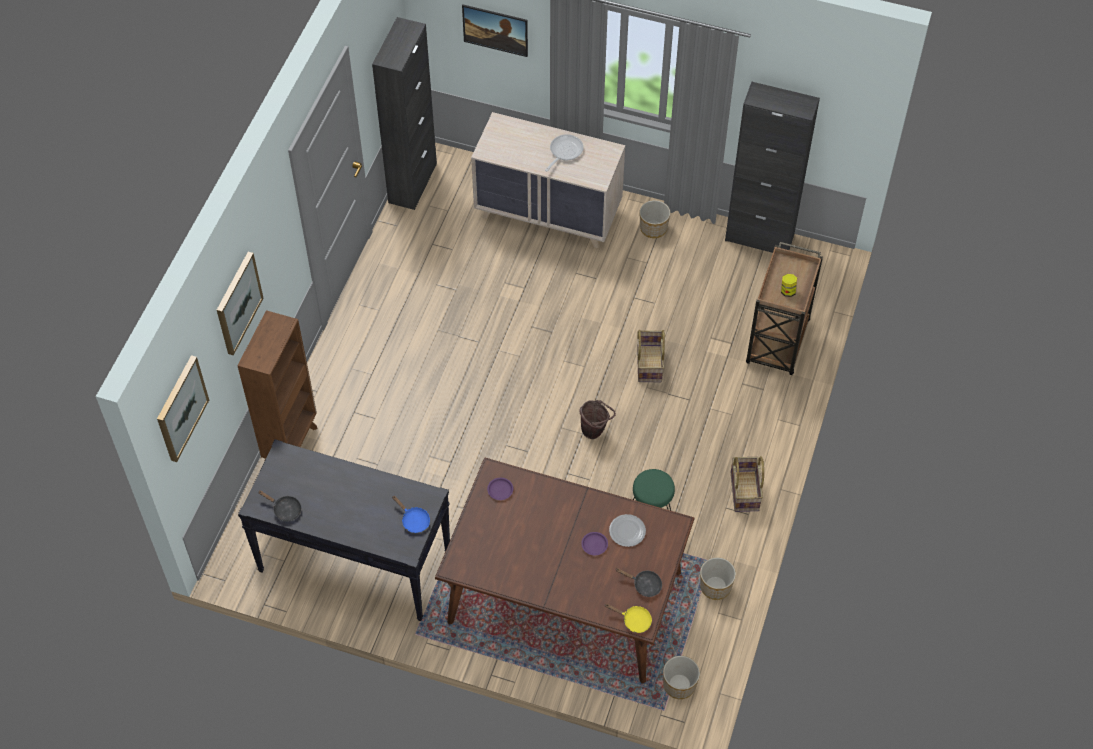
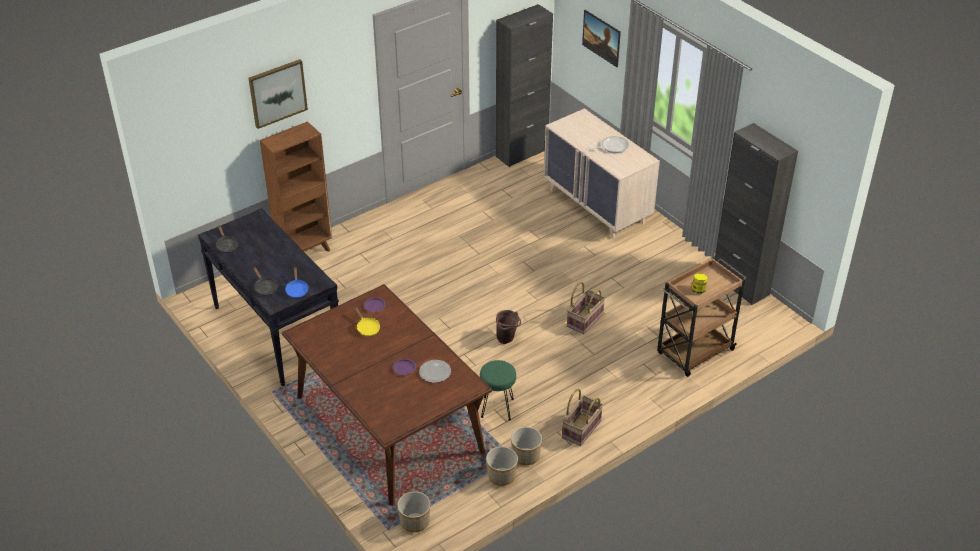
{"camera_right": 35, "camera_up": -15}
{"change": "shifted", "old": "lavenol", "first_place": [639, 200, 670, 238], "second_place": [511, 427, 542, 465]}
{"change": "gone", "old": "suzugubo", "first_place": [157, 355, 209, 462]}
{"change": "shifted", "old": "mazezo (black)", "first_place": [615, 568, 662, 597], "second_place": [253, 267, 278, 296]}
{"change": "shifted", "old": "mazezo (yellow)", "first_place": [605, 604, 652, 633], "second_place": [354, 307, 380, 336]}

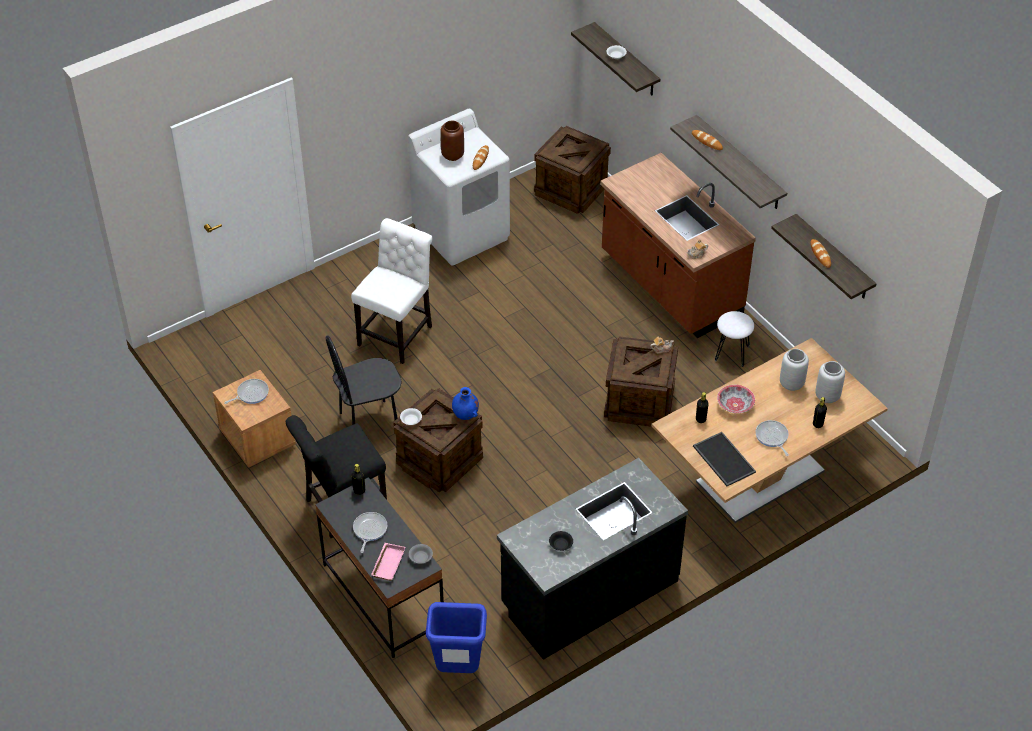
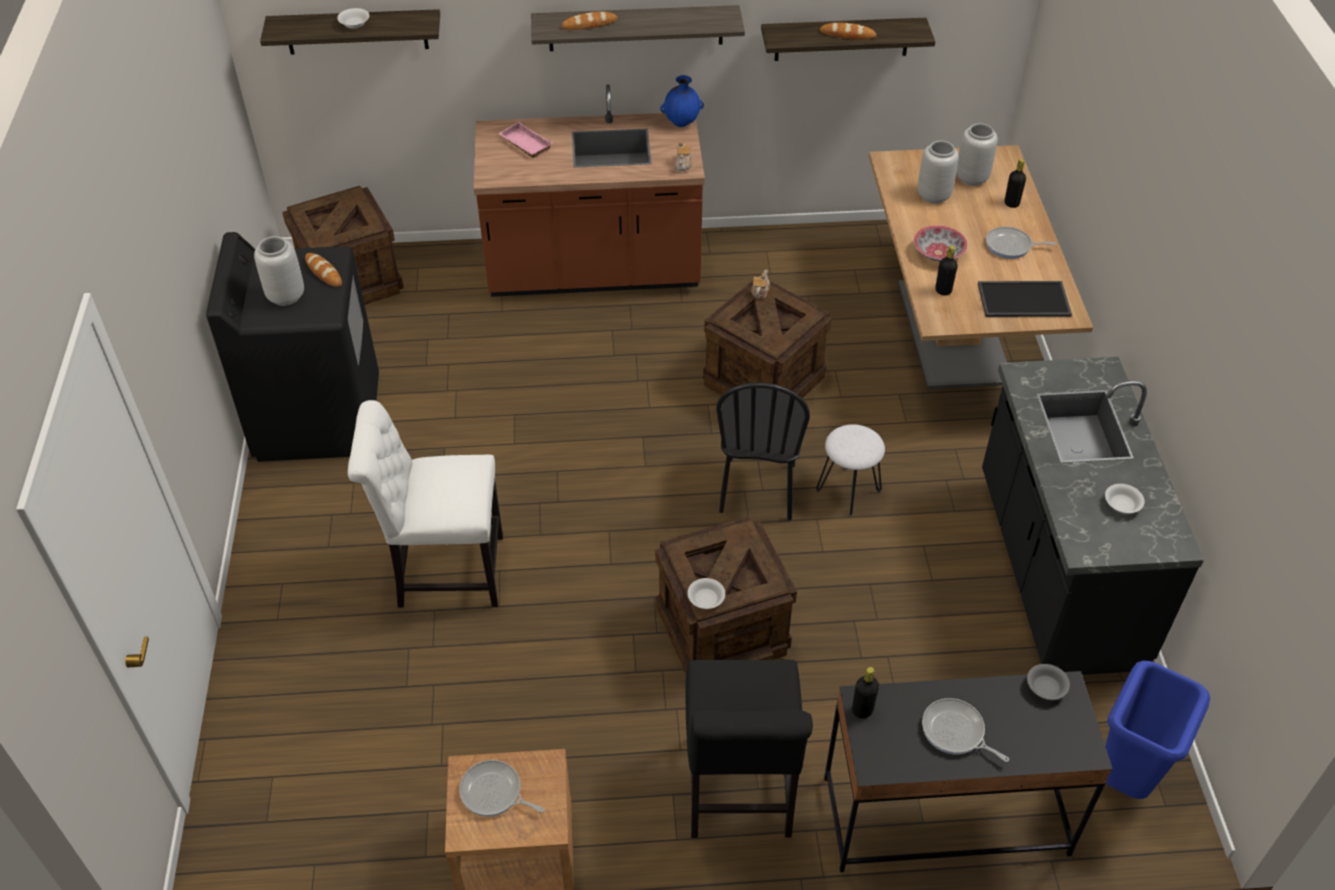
{"camera_right": -60, "camera_up": 0}
{"change": "repainted", "old": "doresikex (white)", "new": "doresikex (black)", "first_place": [408, 109, 510, 266], "second_place": [206, 232, 379, 462]}
{"change": "repainted", "old": "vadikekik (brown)", "new": "vadikekik (grey)", "first_place": [440, 121, 464, 161], "second_place": [254, 236, 304, 306]}
{"change": "rotated", "old": "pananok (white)", "first_place": [351, 218, 433, 364], "second_place": [348, 400, 503, 608], "degrees": -60}
{"change": "shifted", "old": "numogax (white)", "first_place": [715, 311, 754, 367], "second_place": [816, 424, 885, 516]}
{"change": "shifted", "old": "pananok (black)", "first_place": [326, 335, 402, 425], "second_place": [716, 382, 810, 520]}
{"change": "rotated", "old": "mazezo", "first_place": [224, 379, 269, 404], "second_place": [459, 760, 544, 817], "degrees": -60}
{"change": "shifted", "old": "vadikekik (blue)", "first_place": [452, 387, 479, 420], "second_place": [660, 75, 704, 127]}
{"change": "repainted", "old": "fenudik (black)", "new": "fenudik (white)", "first_place": [549, 531, 573, 551], "second_place": [1105, 484, 1144, 513]}
{"change": "shifted", "old": "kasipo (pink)", "first_place": [371, 543, 405, 581], "second_place": [498, 122, 553, 158]}

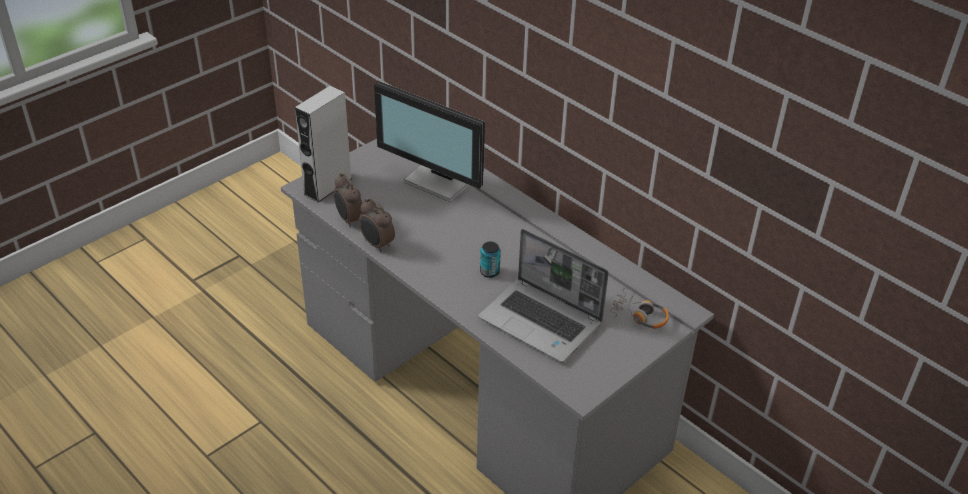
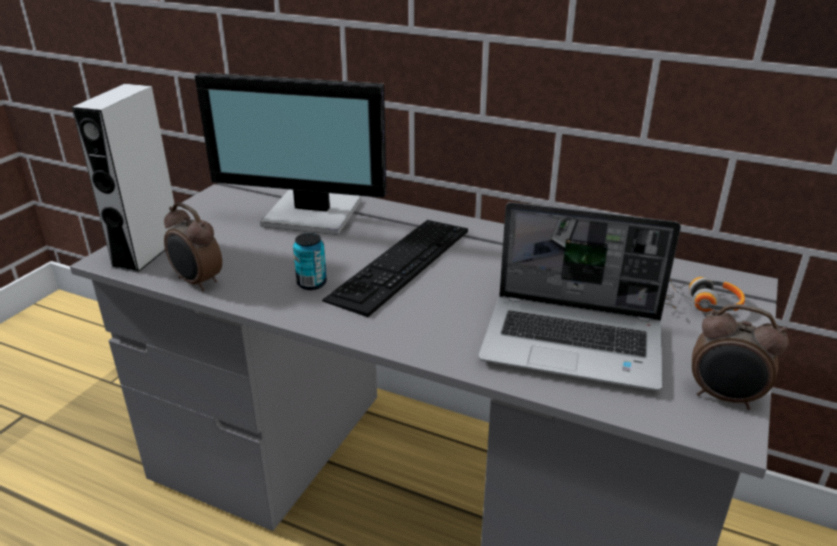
{"camera_right": -20, "camera_up": -10}
{"change": "shifted", "old": "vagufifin", "first_place": [359, 198, 395, 253], "second_place": [692, 304, 789, 410]}
{"change": "shifted", "old": "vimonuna", "first_place": [480, 241, 501, 278], "second_place": [293, 233, 327, 290]}
{"change": "new", "new": "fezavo", "second_place": [322, 220, 468, 317]}

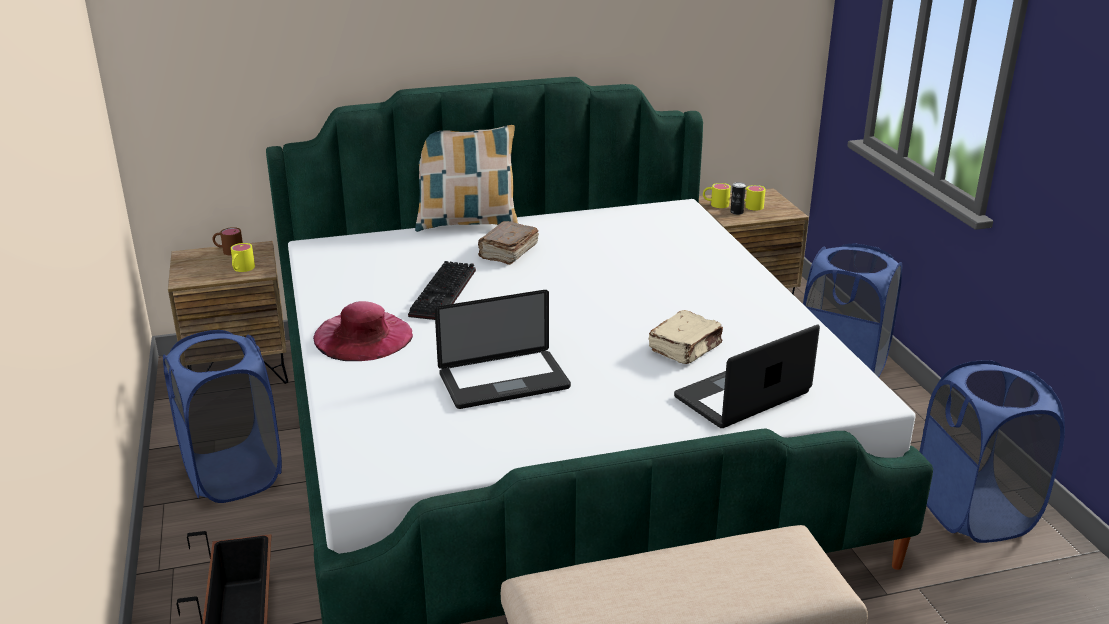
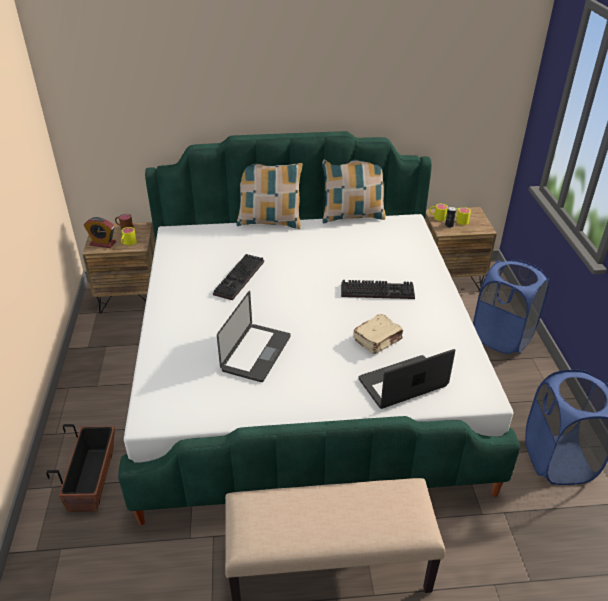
{"camera_right": 10, "camera_up": 10}
{"change": "gone", "old": "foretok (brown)", "first_place": [478, 221, 539, 265]}
{"change": "rotated", "old": "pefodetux", "first_place": [435, 290, 571, 409], "second_place": [217, 291, 291, 382], "degrees": -60}
{"change": "gone", "old": "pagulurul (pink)", "first_place": [313, 301, 413, 361]}
{"change": "gone", "old": "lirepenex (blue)", "first_place": [163, 330, 282, 503]}
{"change": "new", "new": "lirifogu", "second_place": [322, 159, 386, 223]}
{"change": "new", "new": "vagufifin", "second_place": [84, 217, 116, 248]}
{"change": "new", "new": "fezavo", "second_place": [341, 280, 415, 299]}

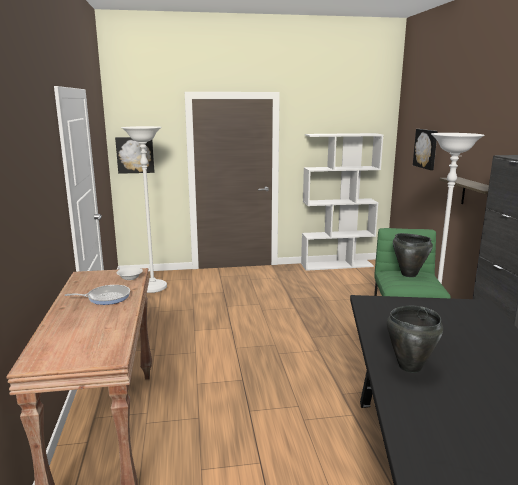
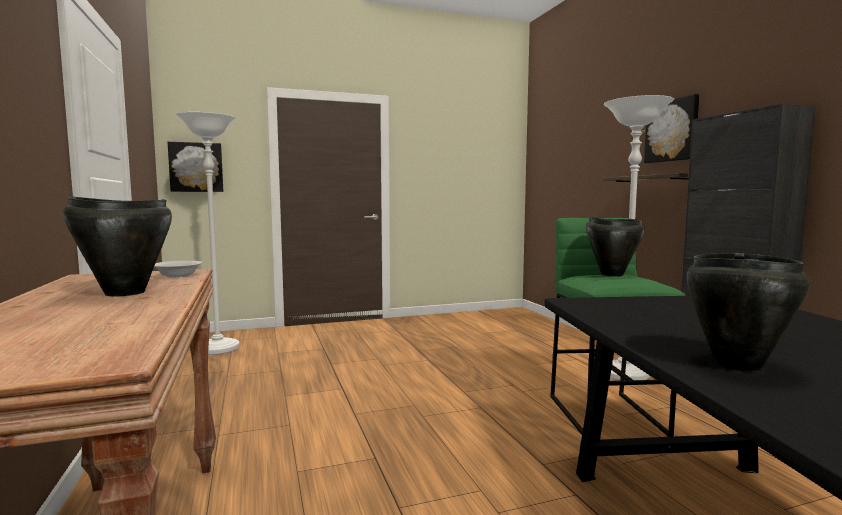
{"camera_right": -10, "camera_up": -10}
{"change": "shifted", "old": "suzugubo", "first_place": [413, 129, 438, 170], "second_place": [644, 94, 699, 163]}
{"change": "gone", "old": "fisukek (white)", "first_place": [301, 133, 384, 271]}
{"change": "swapped", "old": "mazezo", "new": "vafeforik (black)", "first_place": [65, 285, 130, 305], "second_place": [63, 196, 172, 296]}

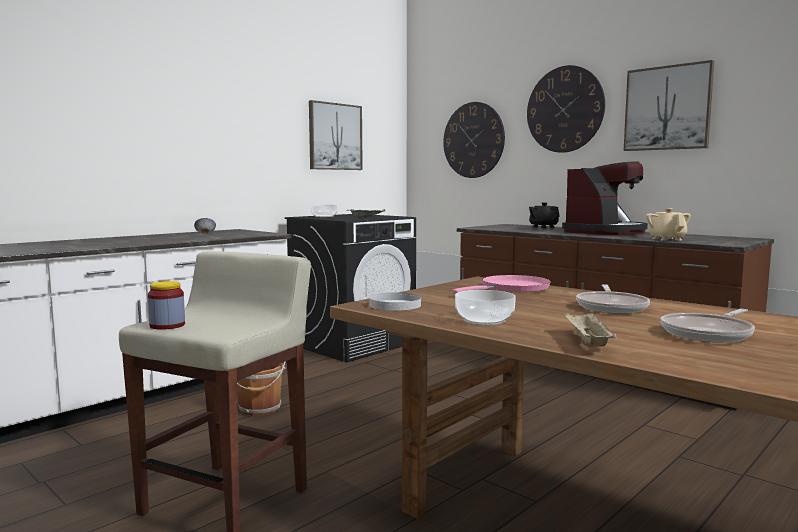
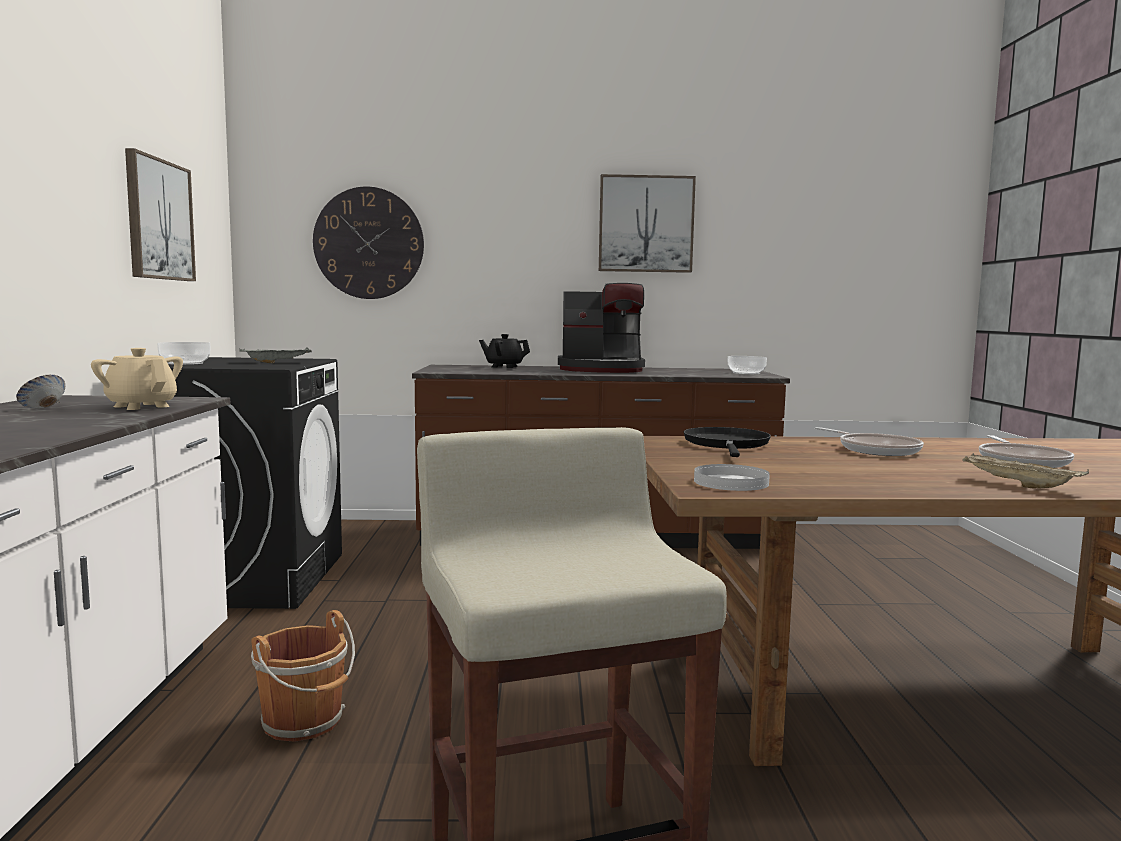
{"camera_right": -45, "camera_up": 0}
{"change": "gone", "old": "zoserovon", "first_place": [527, 65, 605, 153]}
{"change": "rotated", "old": "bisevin", "first_place": [562, 161, 648, 235], "second_place": [558, 283, 645, 373], "degrees": 90}
{"change": "shifted", "old": "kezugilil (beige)", "first_place": [646, 208, 691, 241], "second_place": [91, 348, 183, 410]}
{"change": "repainted", "old": "mazezo (pink)", "new": "mazezo (black)", "first_place": [452, 275, 551, 293], "second_place": [684, 427, 771, 457]}
{"change": "gone", "old": "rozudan", "first_place": [148, 281, 185, 330]}
{"change": "shifted", "old": "fenudik", "first_place": [455, 290, 516, 325], "second_place": [728, 356, 767, 374]}

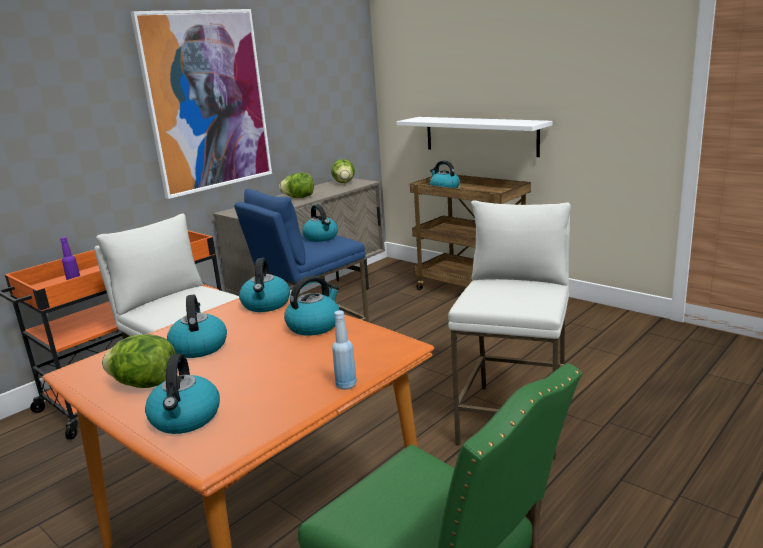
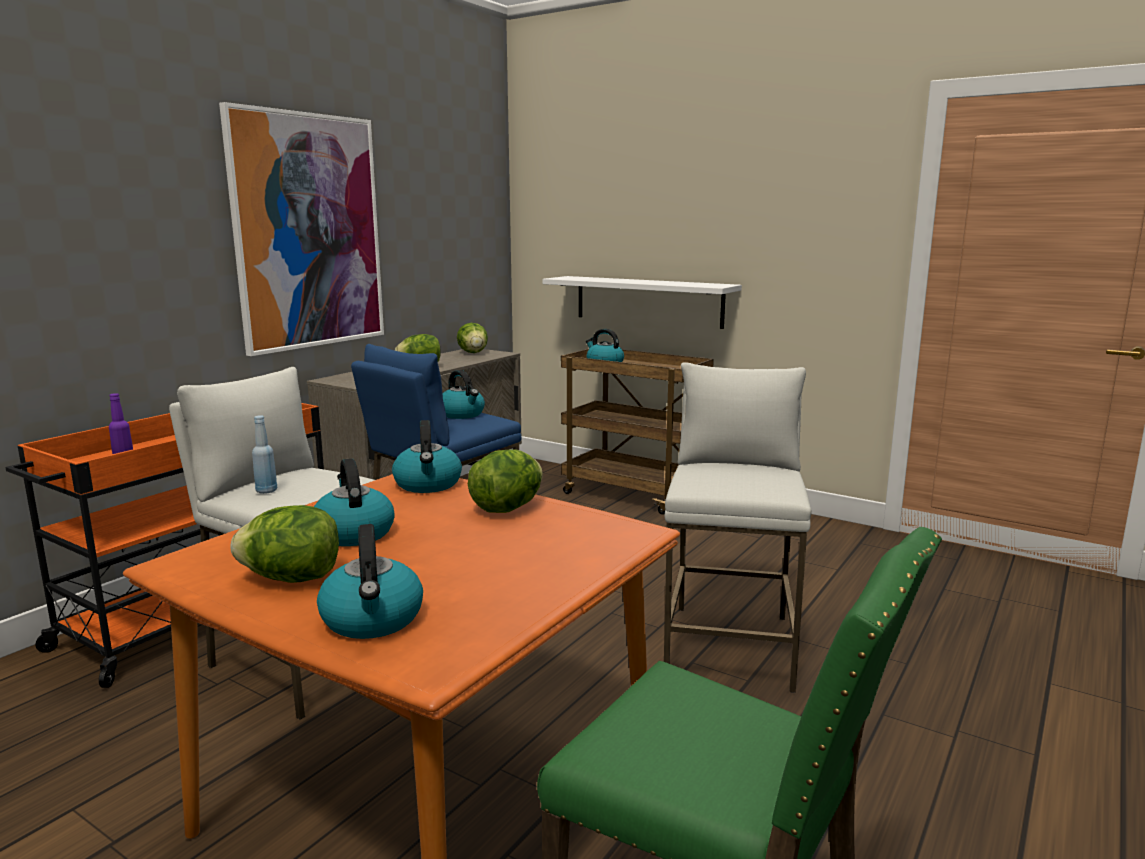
{"camera_right": -10, "camera_up": -5}
{"change": "swapped", "old": "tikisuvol", "new": "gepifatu", "first_place": [284, 275, 340, 336], "second_place": [468, 449, 543, 513]}
{"change": "shifted", "old": "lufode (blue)", "first_place": [332, 310, 357, 390], "second_place": [252, 415, 277, 494]}

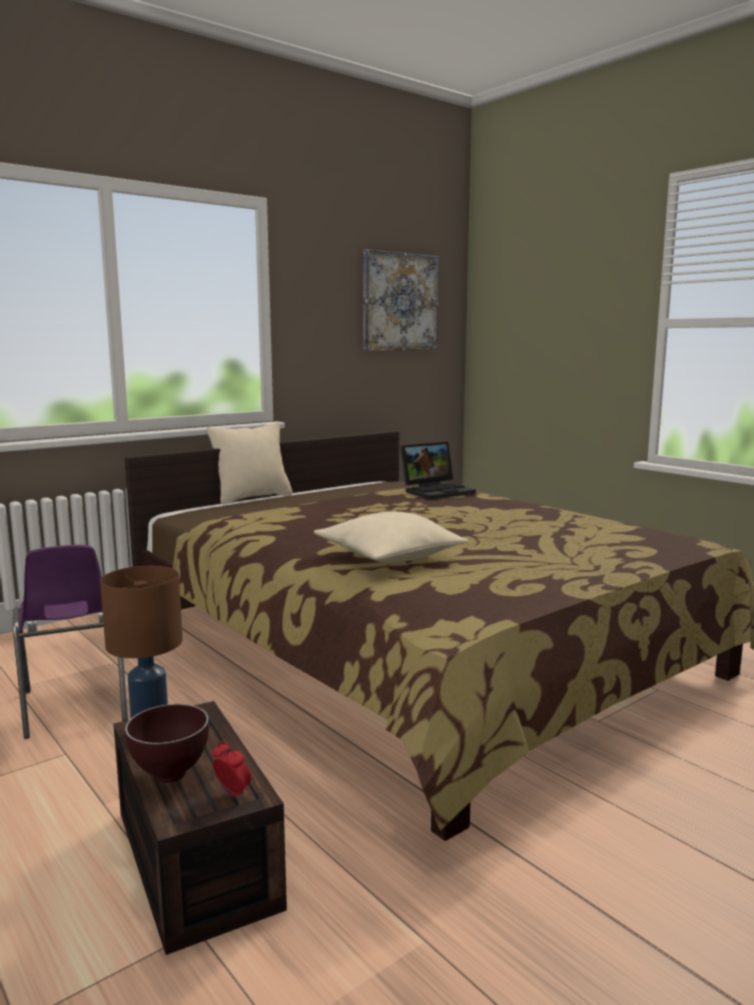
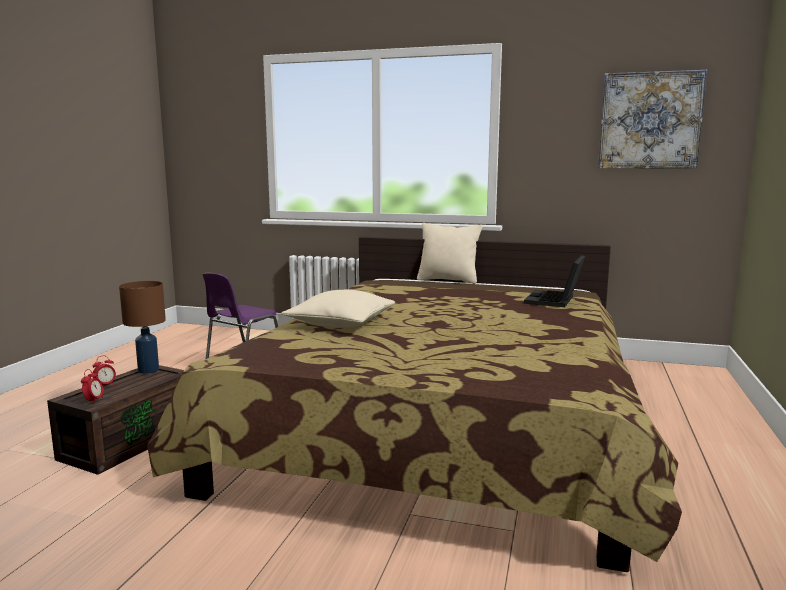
{"camera_right": 55, "camera_up": 0}
{"change": "rotated", "old": "pefodetux", "first_place": [400, 442, 476, 500], "second_place": [524, 255, 586, 307], "degrees": 90}
{"change": "swapped", "old": "fenudik (brown)", "new": "vagufifin", "first_place": [125, 704, 209, 783], "second_place": [92, 356, 116, 386]}

